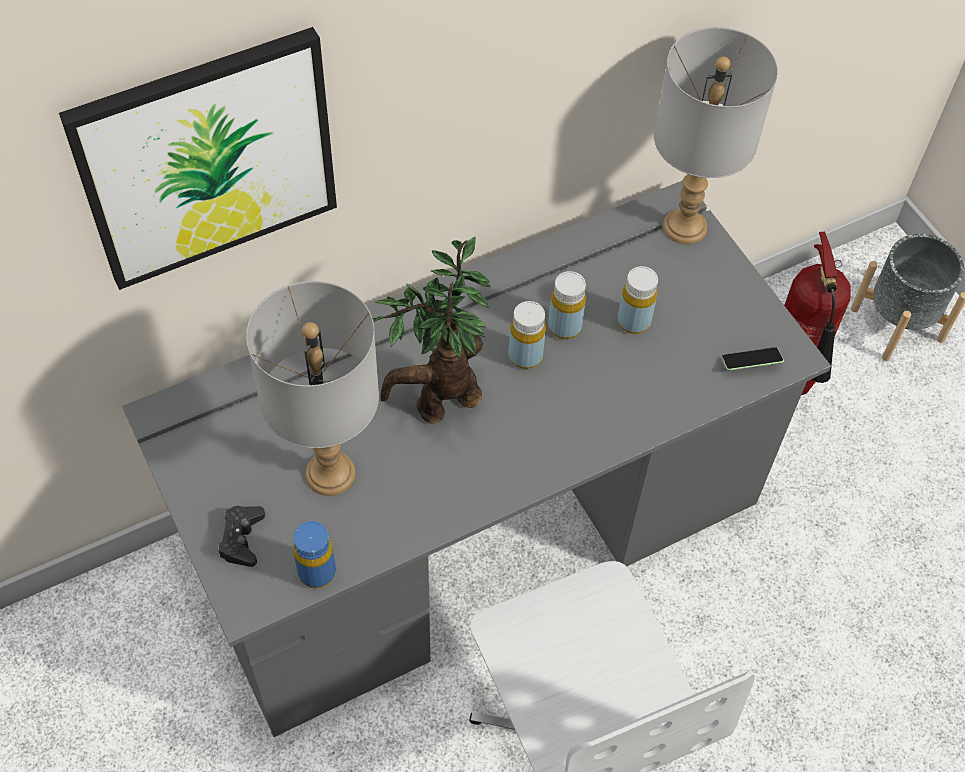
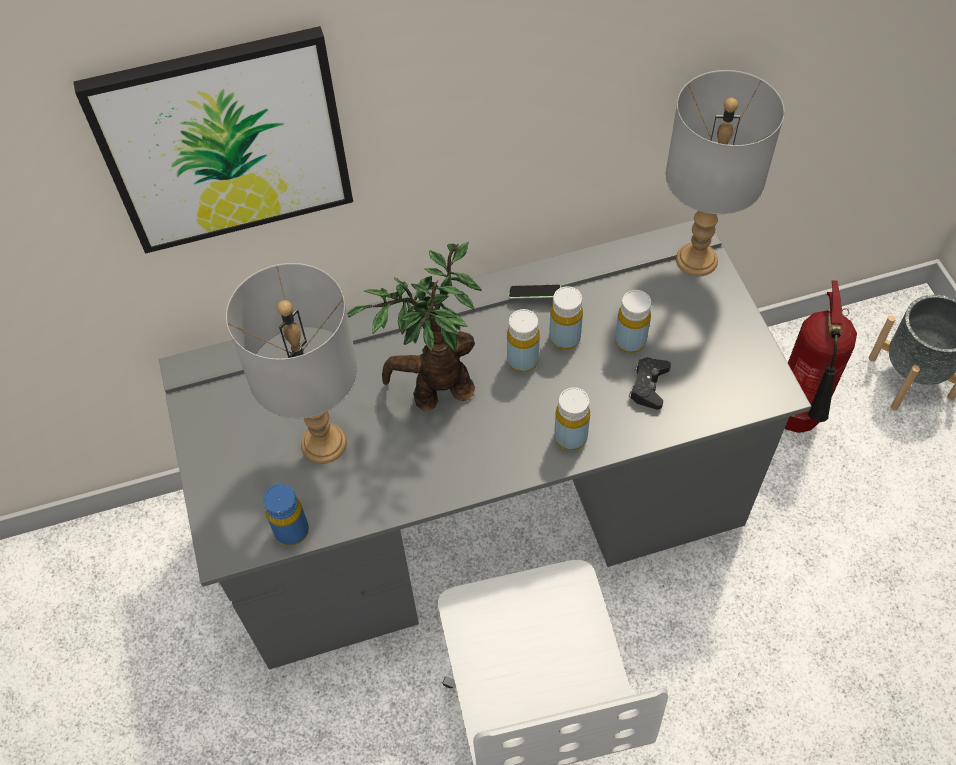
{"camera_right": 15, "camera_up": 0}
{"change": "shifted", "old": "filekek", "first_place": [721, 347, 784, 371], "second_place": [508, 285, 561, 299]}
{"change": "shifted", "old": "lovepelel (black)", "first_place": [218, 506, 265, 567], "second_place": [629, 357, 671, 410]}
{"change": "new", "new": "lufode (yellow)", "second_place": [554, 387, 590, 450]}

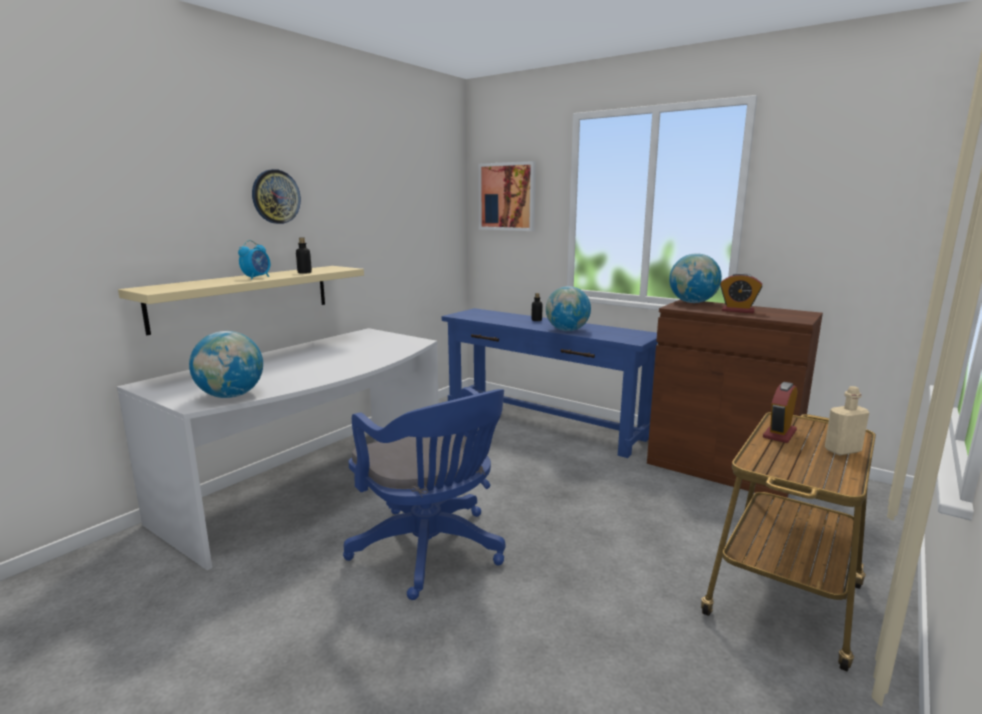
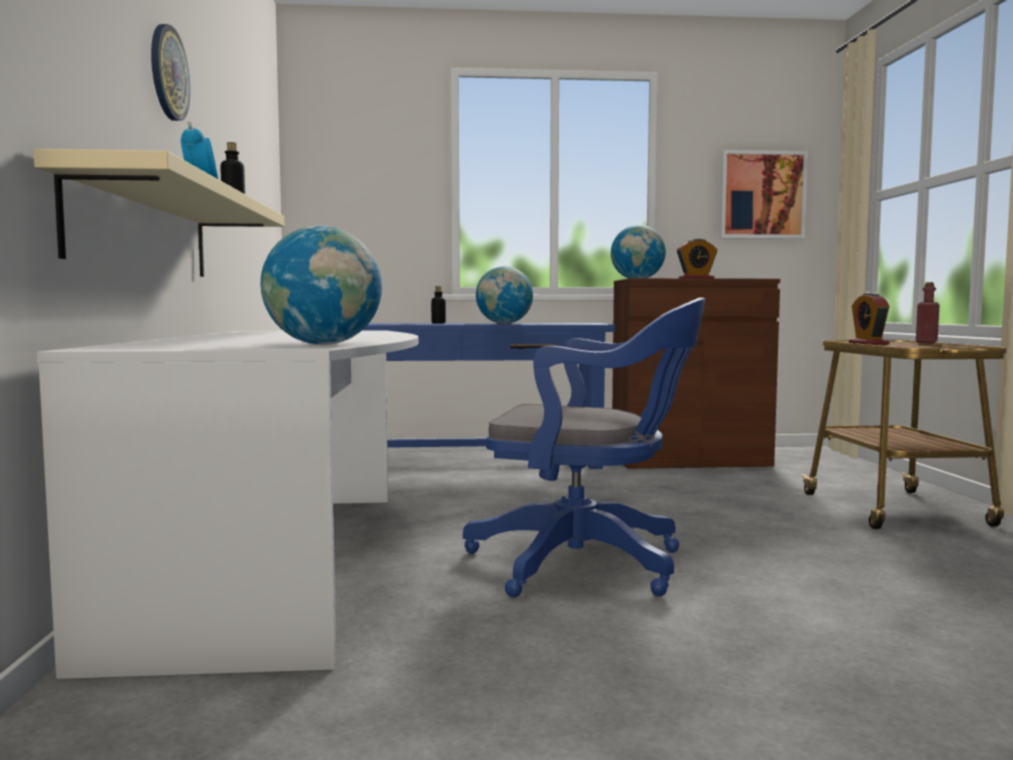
{"camera_right": -40, "camera_up": -10}
{"change": "shifted", "old": "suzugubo", "first_place": [478, 161, 536, 231], "second_place": [719, 150, 808, 239]}
{"change": "repainted", "old": "lufode (beige)", "new": "lufode (red)", "first_place": [825, 386, 869, 455], "second_place": [916, 282, 940, 343]}

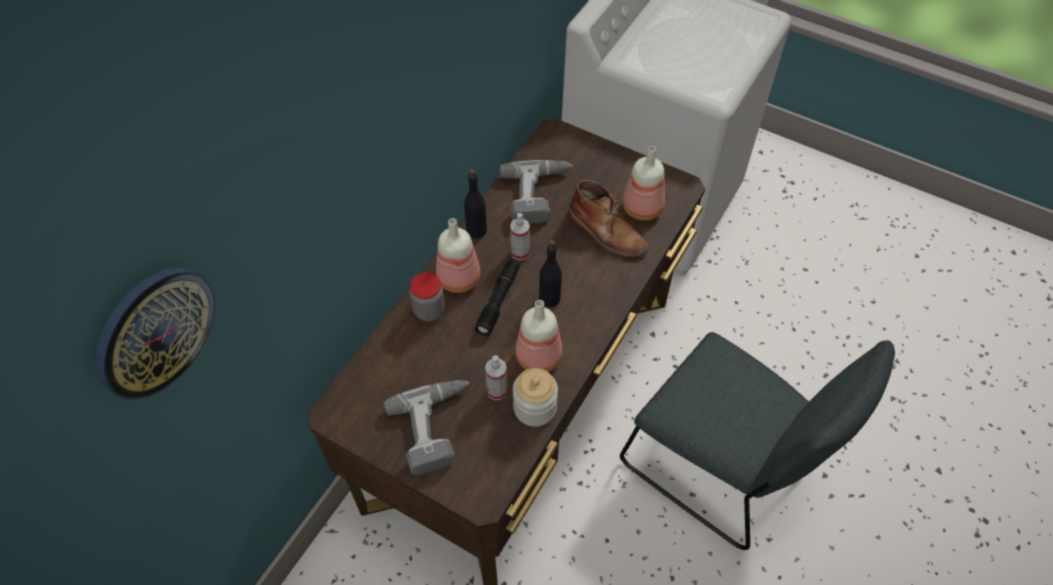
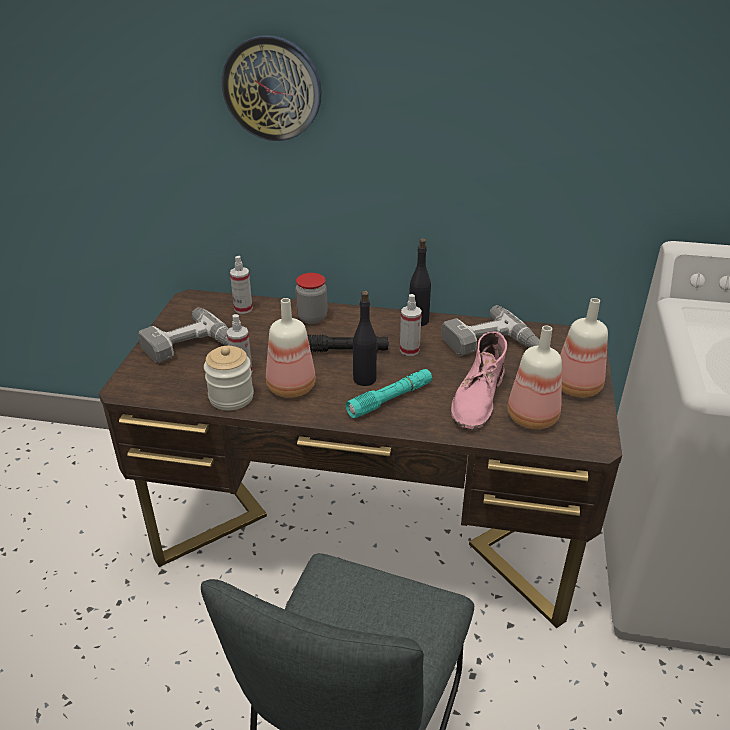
{"camera_right": 70, "camera_up": -20}
{"change": "repainted", "old": "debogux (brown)", "new": "debogux (pink)", "first_place": [569, 180, 648, 257], "second_place": [451, 331, 507, 430]}
{"change": "shifted", "old": "lufode", "first_place": [436, 218, 480, 293], "second_place": [560, 298, 608, 397]}
{"change": "shifted", "old": "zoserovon", "first_place": [96, 268, 215, 400], "second_place": [222, 35, 322, 141]}
{"change": "new", "new": "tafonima", "second_place": [230, 256, 253, 314]}
{"change": "new", "new": "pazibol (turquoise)", "second_place": [346, 369, 432, 418]}

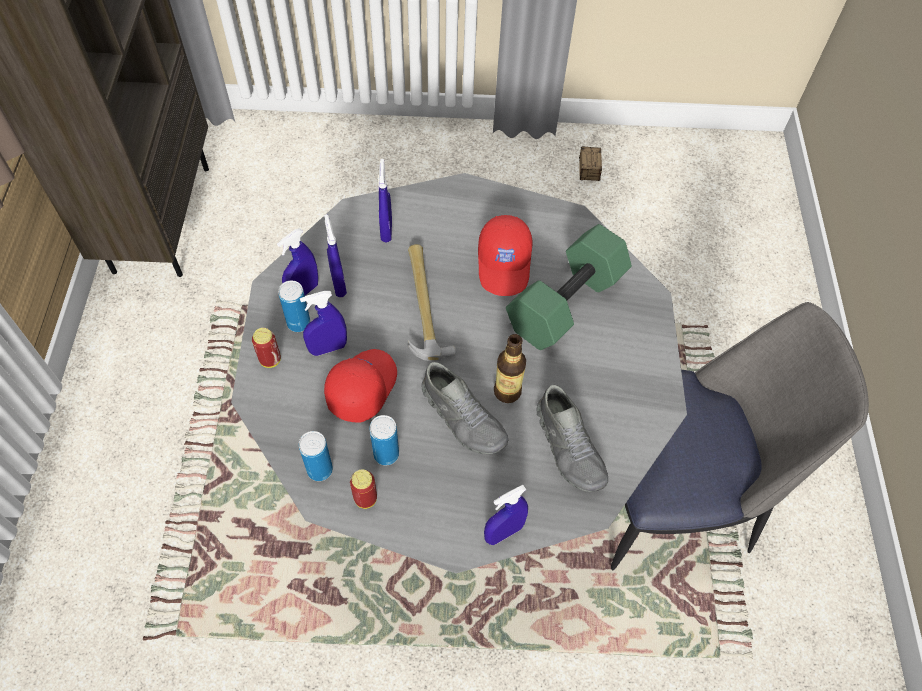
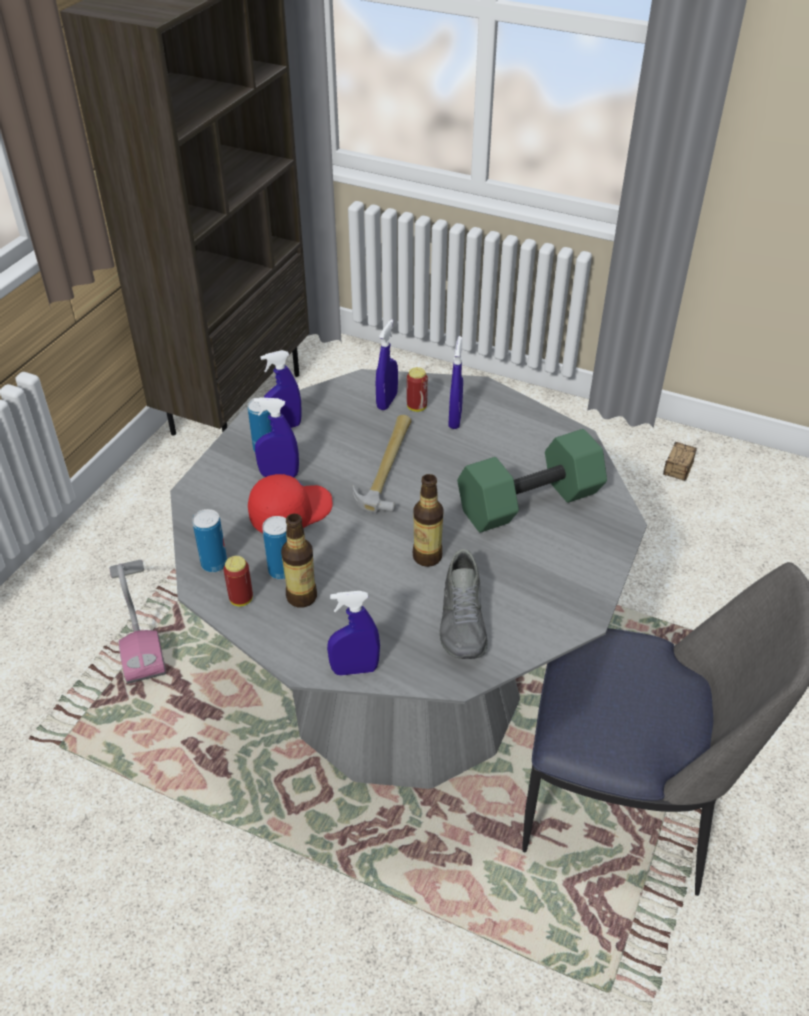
{"camera_right": 25, "camera_up": -15}
{"change": "shifted", "old": "tafonima (blue)", "first_place": [324, 214, 347, 297], "second_place": [449, 336, 463, 429]}
{"change": "gone", "old": "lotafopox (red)", "first_place": [478, 215, 533, 296]}
{"change": "shifted", "old": "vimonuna", "first_place": [252, 328, 281, 368], "second_place": [407, 367, 428, 412]}
{"change": "gone", "old": "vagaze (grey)", "first_place": [421, 362, 508, 454]}
{"change": "new", "new": "lufode", "second_place": [281, 514, 317, 608]}
{"change": "new", "new": "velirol", "second_place": [109, 560, 166, 684]}

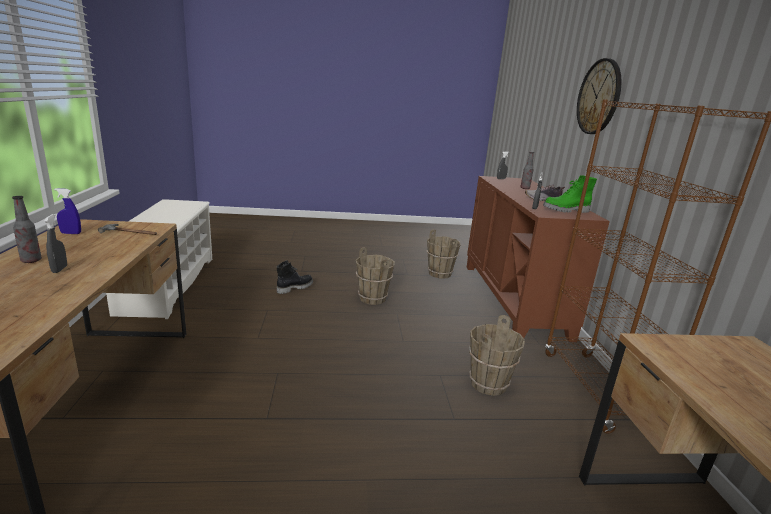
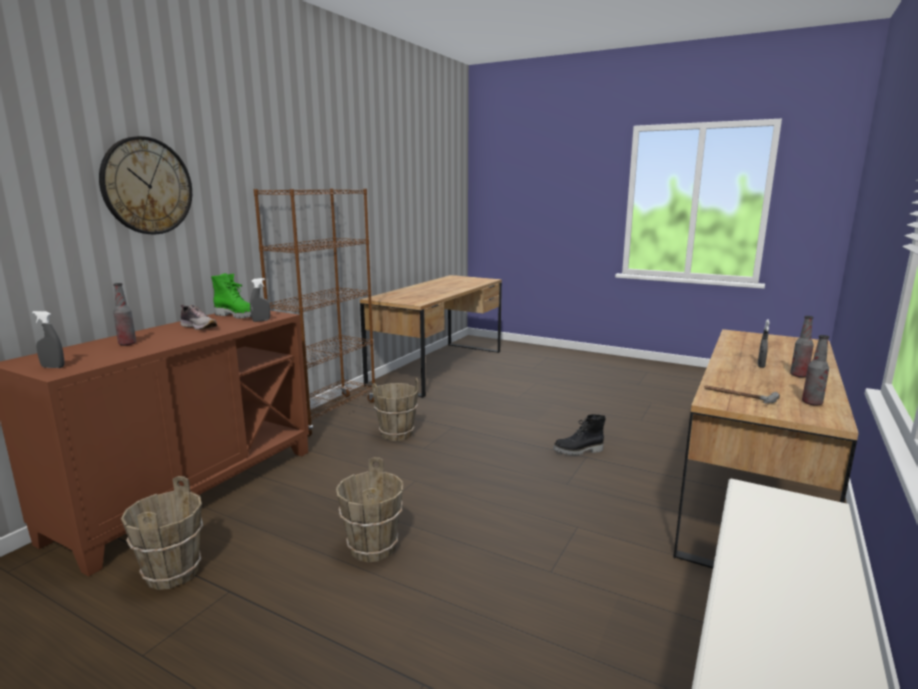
{"camera_right": -145, "camera_up": -5}
{"change": "swapped", "old": "tafonima (blue)", "new": "lufode", "first_place": [54, 188, 81, 234], "second_place": [802, 335, 829, 406]}
{"change": "shifted", "old": "debogux (black)", "first_place": [277, 260, 313, 294], "second_place": [553, 414, 606, 456]}

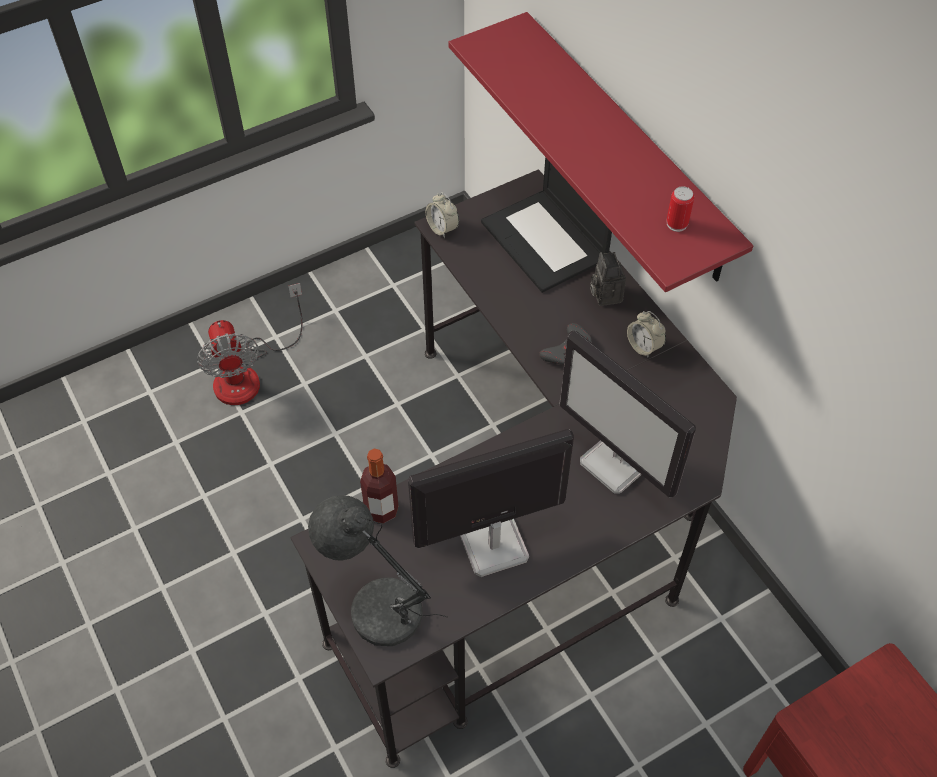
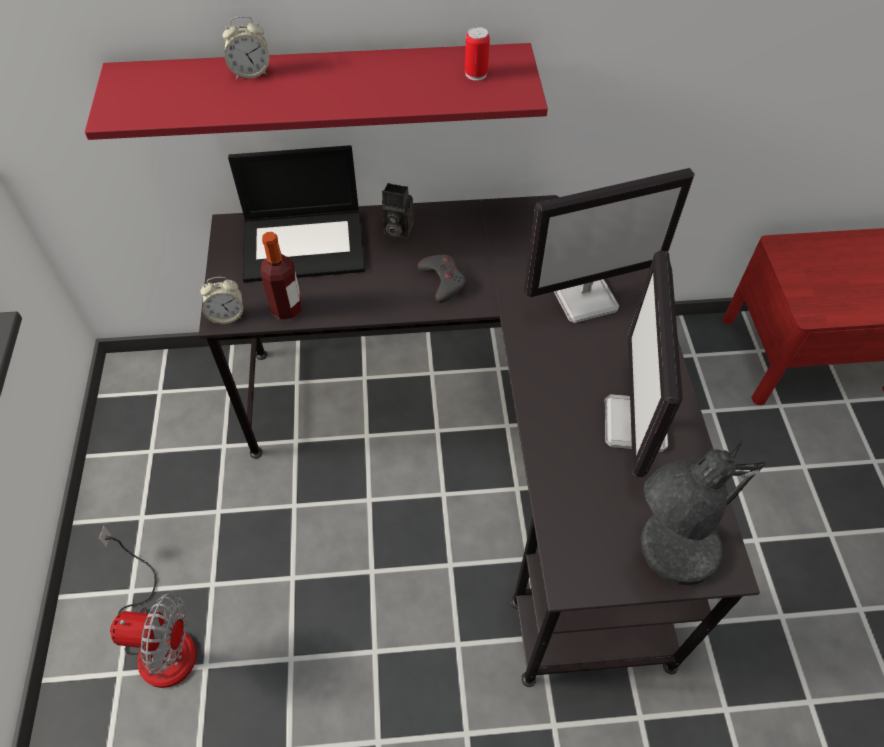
{"camera_right": -65, "camera_up": 0}
{"change": "shifted", "old": "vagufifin", "first_place": [627, 311, 666, 358], "second_place": [222, 16, 270, 79]}
{"change": "shifted", "old": "lufode", "first_place": [360, 449, 398, 523], "second_place": [261, 232, 302, 320]}

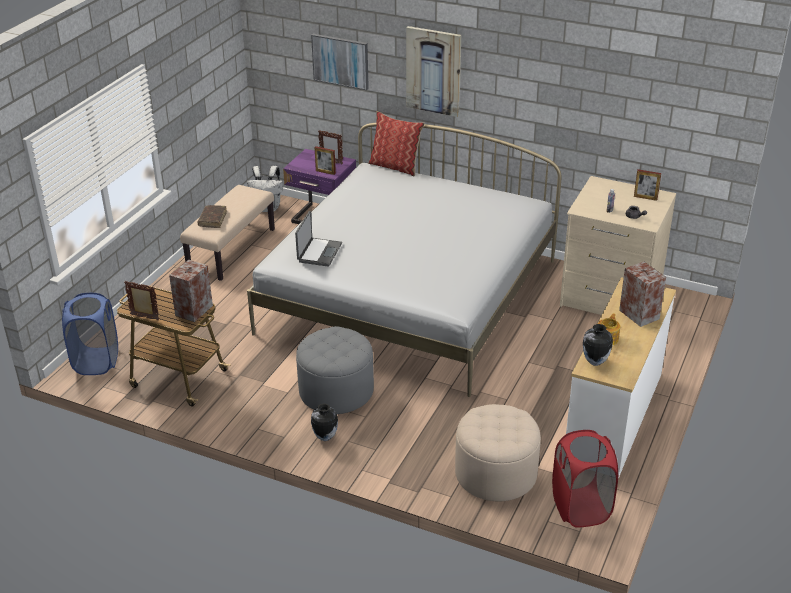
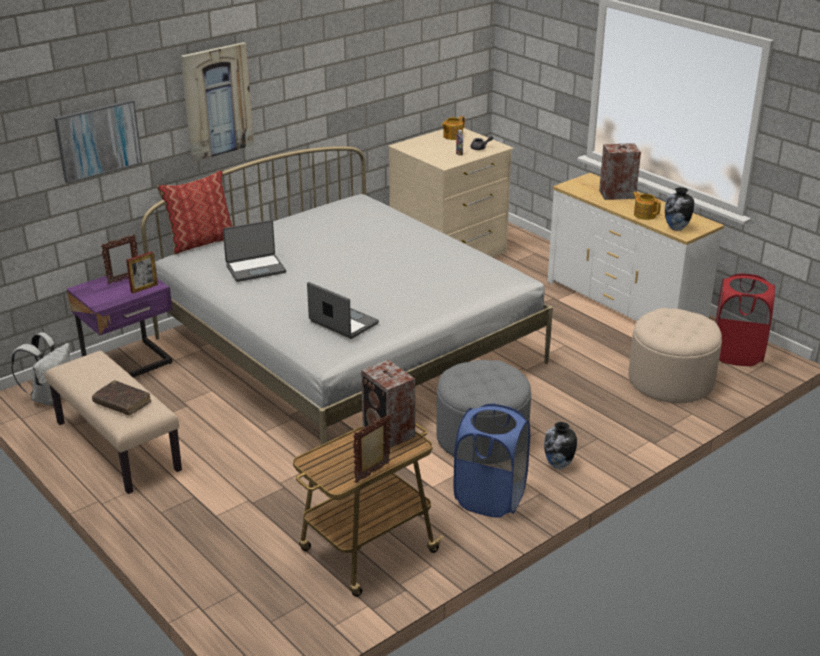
{"camera_right": -65, "camera_up": -5}
{"change": "swapped", "old": "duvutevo", "new": "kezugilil", "first_place": [634, 169, 661, 201], "second_place": [442, 116, 465, 140]}
{"change": "shifted", "old": "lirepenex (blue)", "first_place": [62, 293, 118, 375], "second_place": [453, 403, 530, 518]}
{"change": "new", "new": "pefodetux", "second_place": [223, 220, 286, 282]}

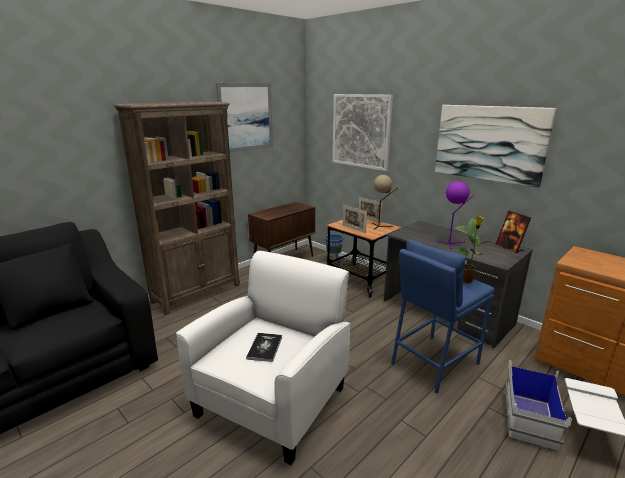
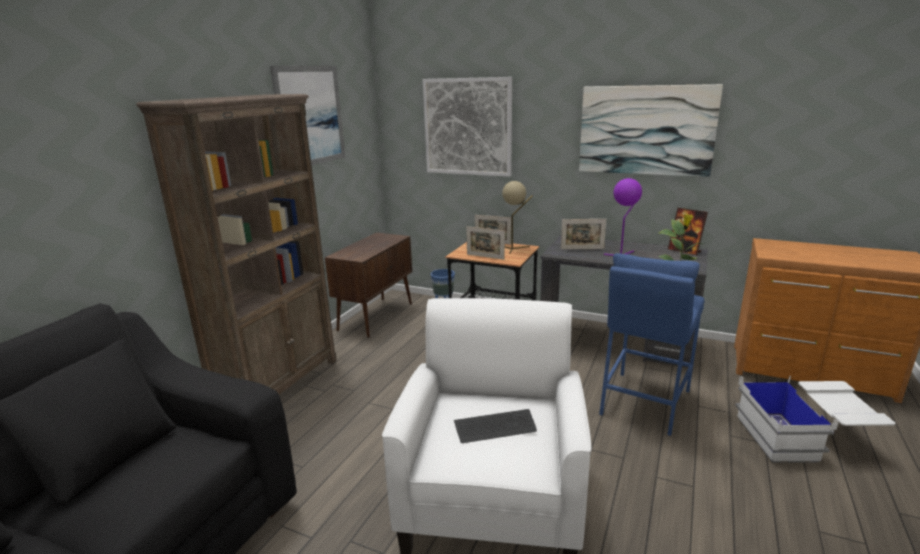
{"camera_right": -20, "camera_up": 0}
{"change": "swapped", "old": "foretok", "new": "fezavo", "first_place": [246, 333, 282, 362], "second_place": [454, 409, 537, 443]}
{"change": "new", "new": "duvutevo", "second_place": [561, 219, 606, 250]}

